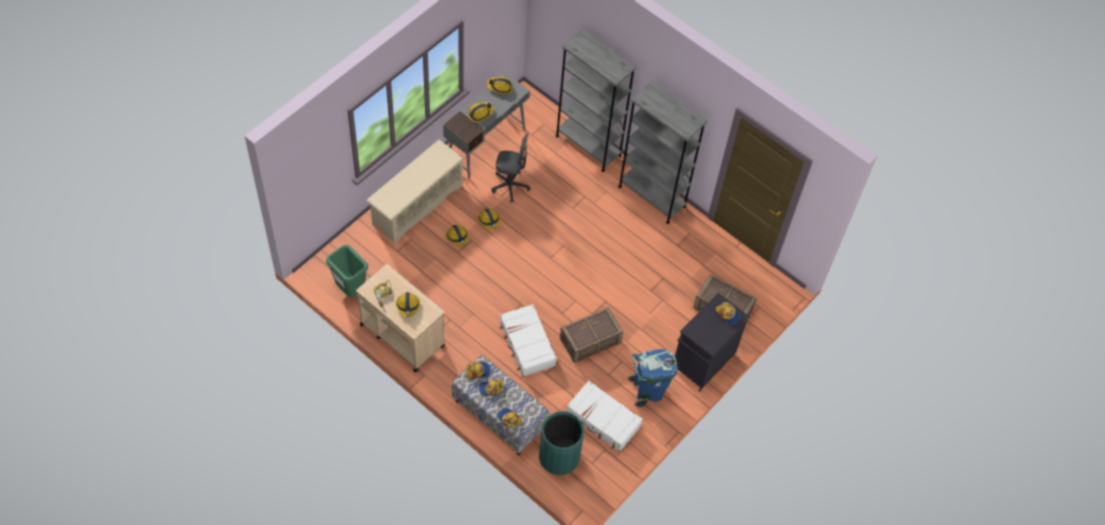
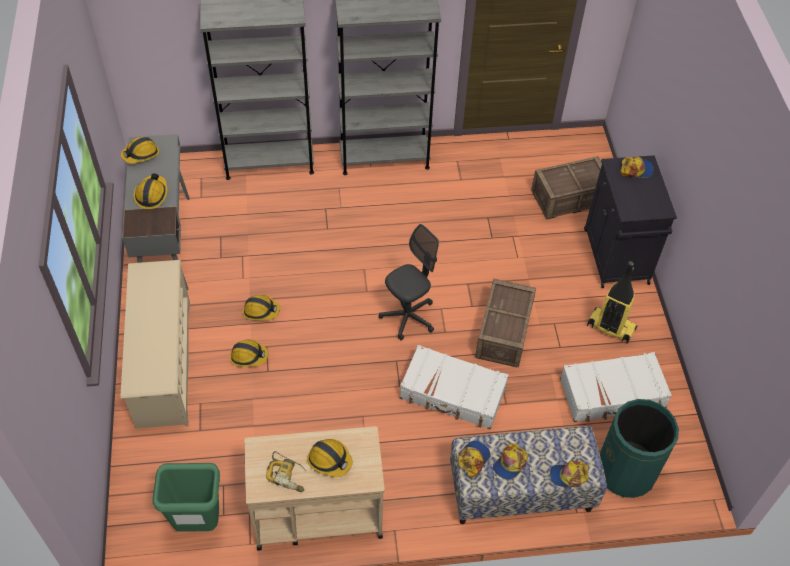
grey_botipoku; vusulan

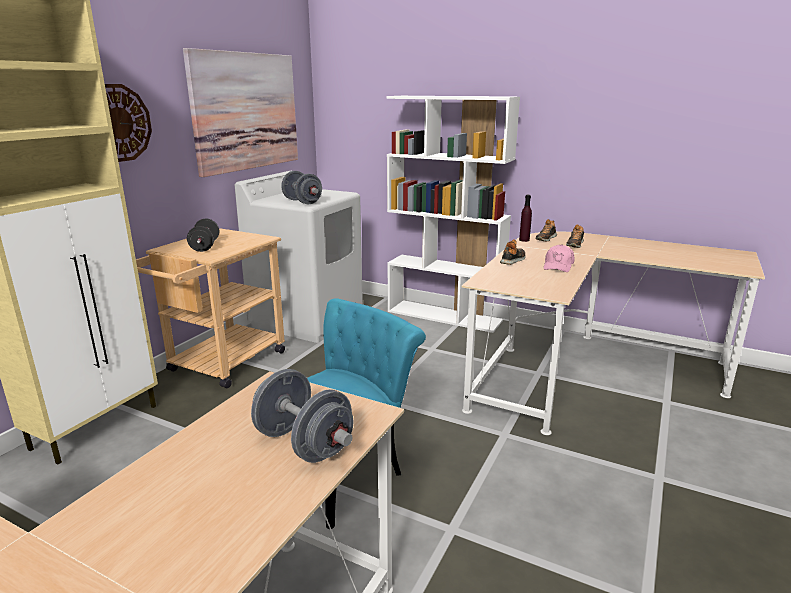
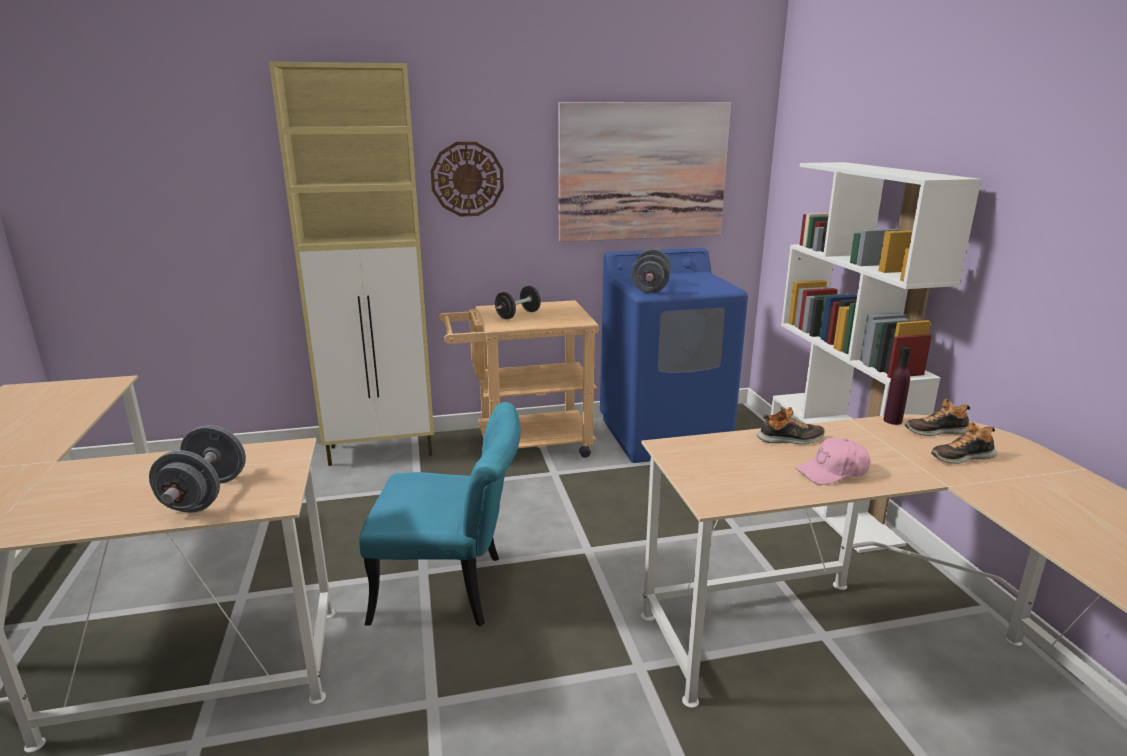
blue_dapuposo

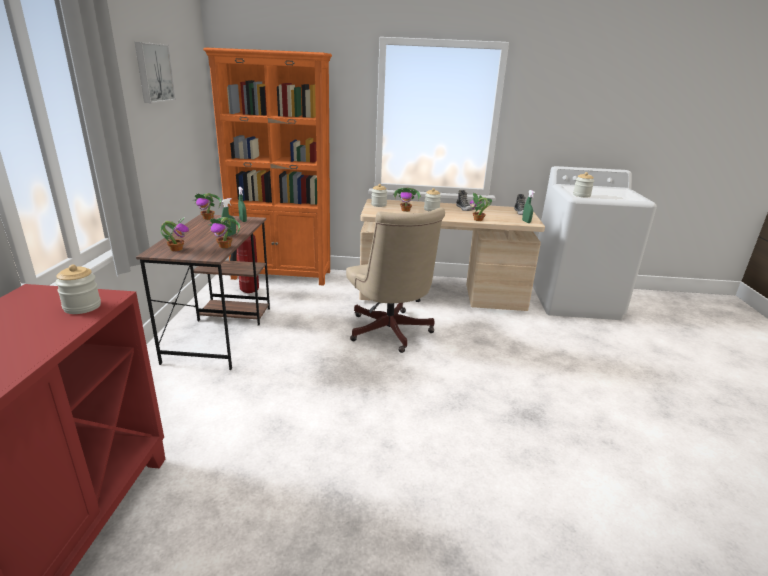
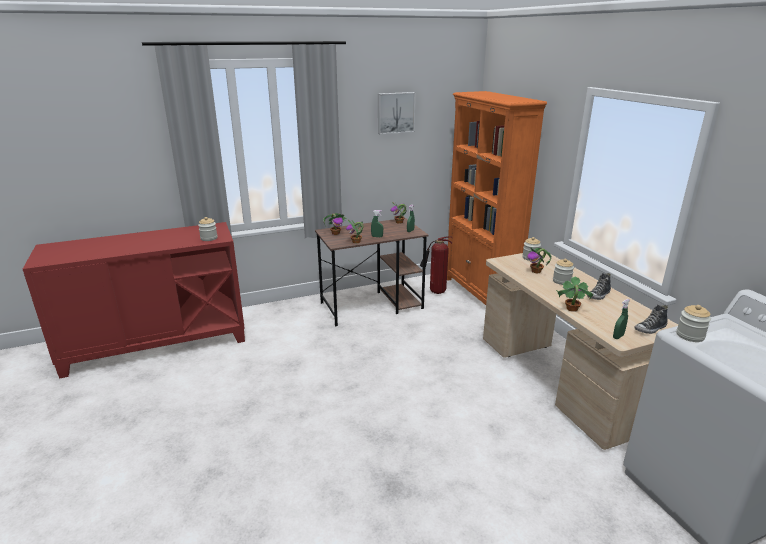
beige_botipoku

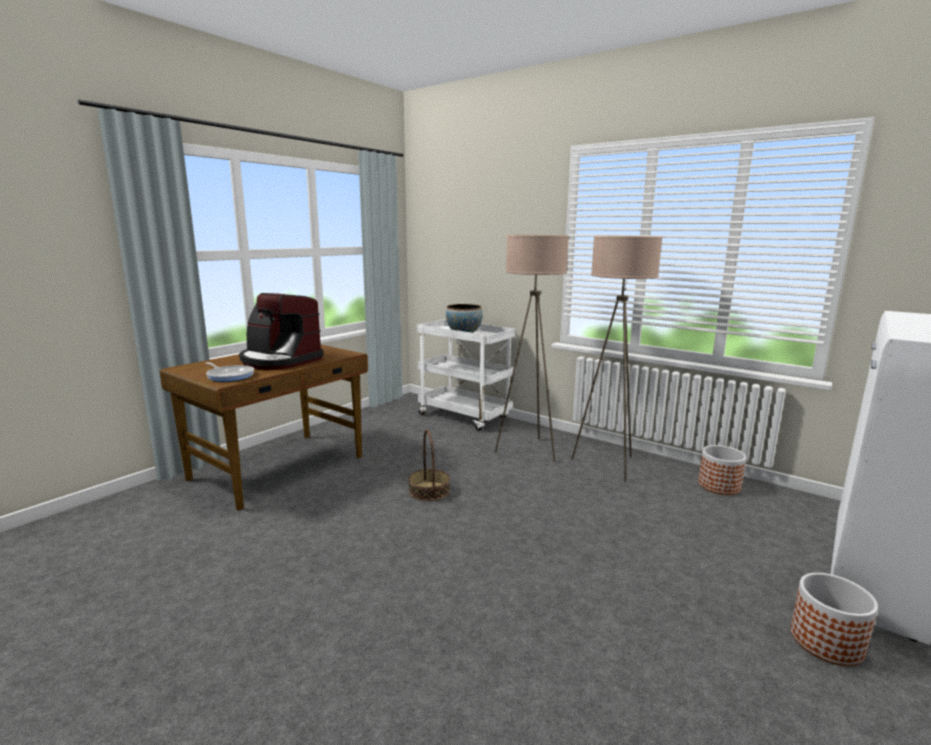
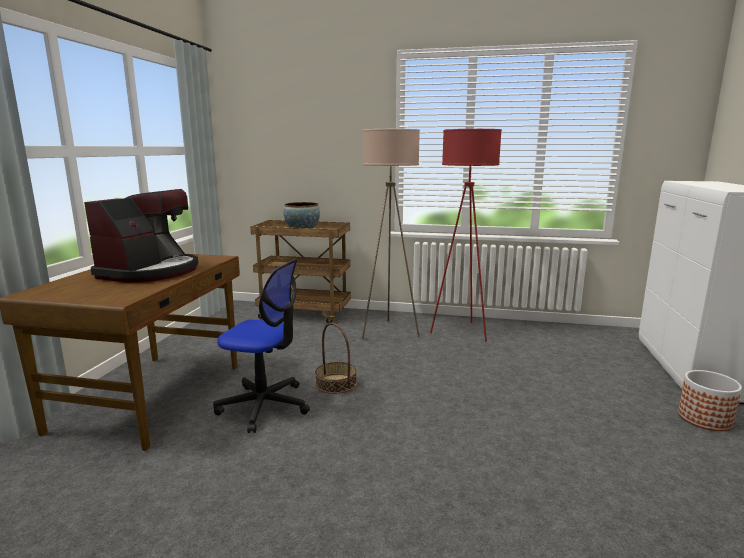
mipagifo; botipoku; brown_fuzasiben; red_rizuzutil; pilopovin; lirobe (1st from left in the first image)

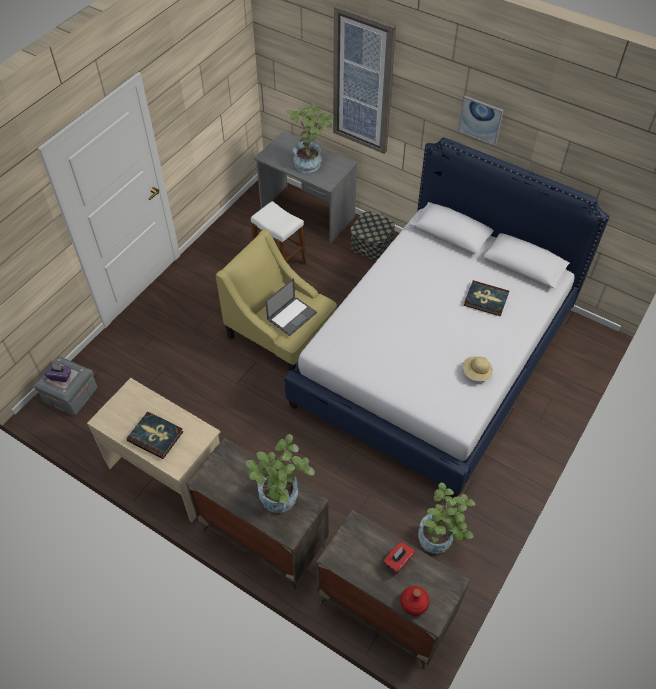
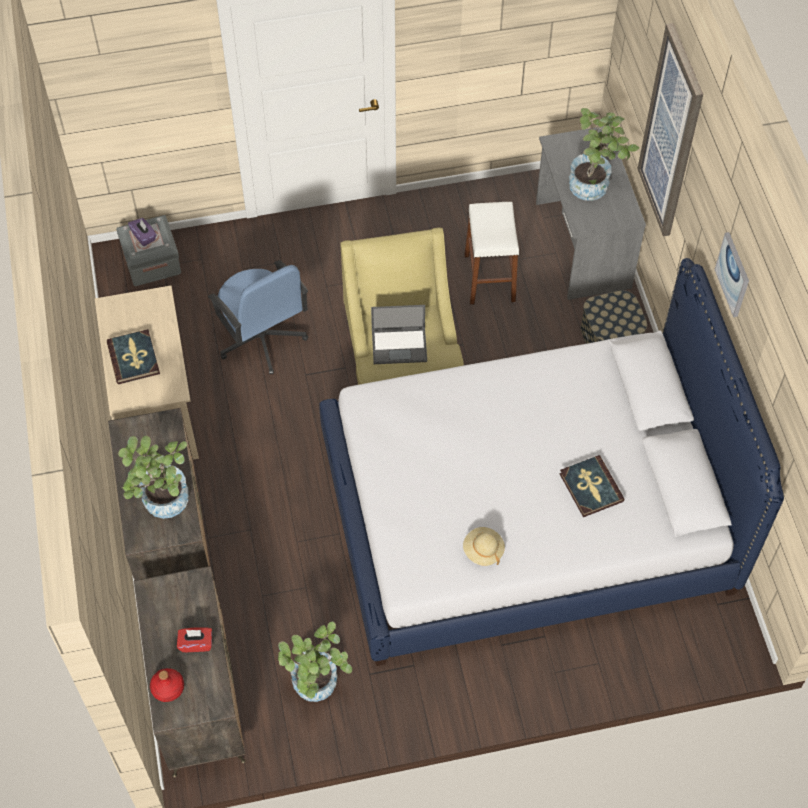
blue_botipoku

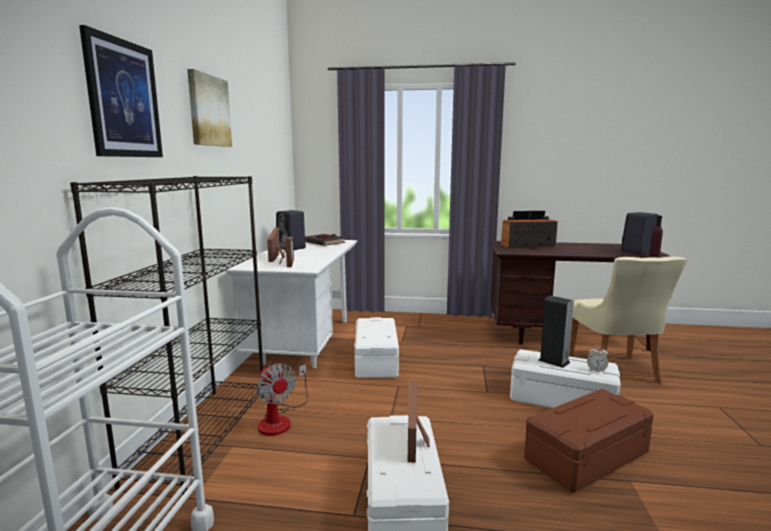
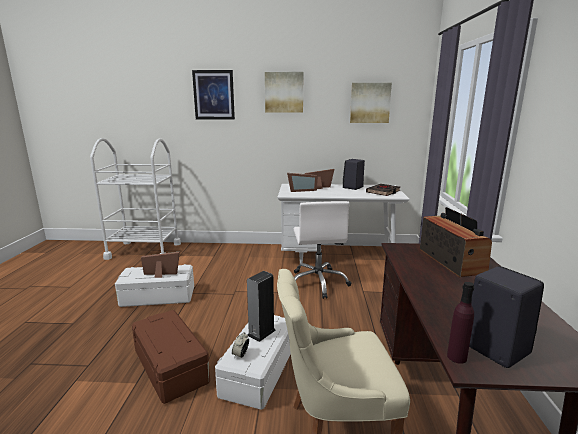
white_botipoku; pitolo (3rd from left); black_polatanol; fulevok

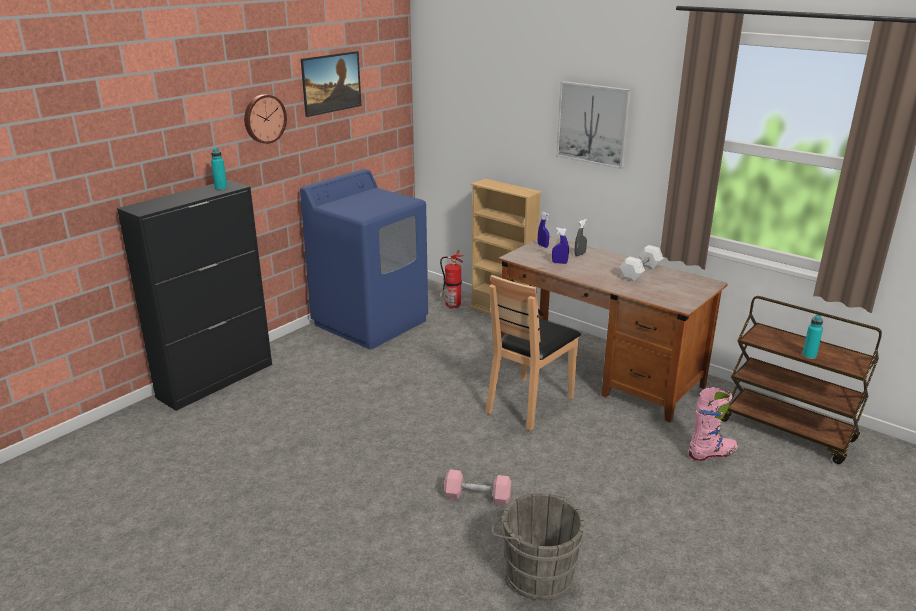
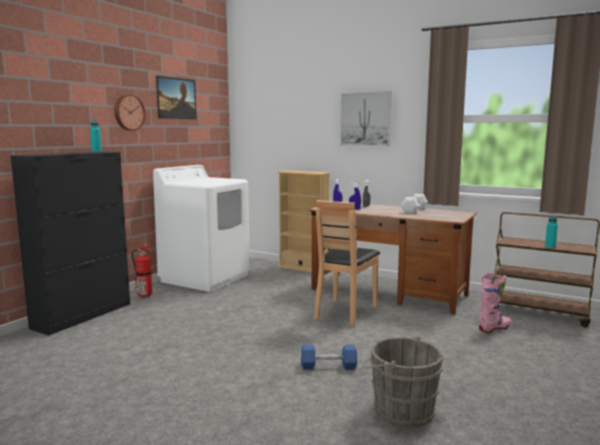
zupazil; white_dapuposo; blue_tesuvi

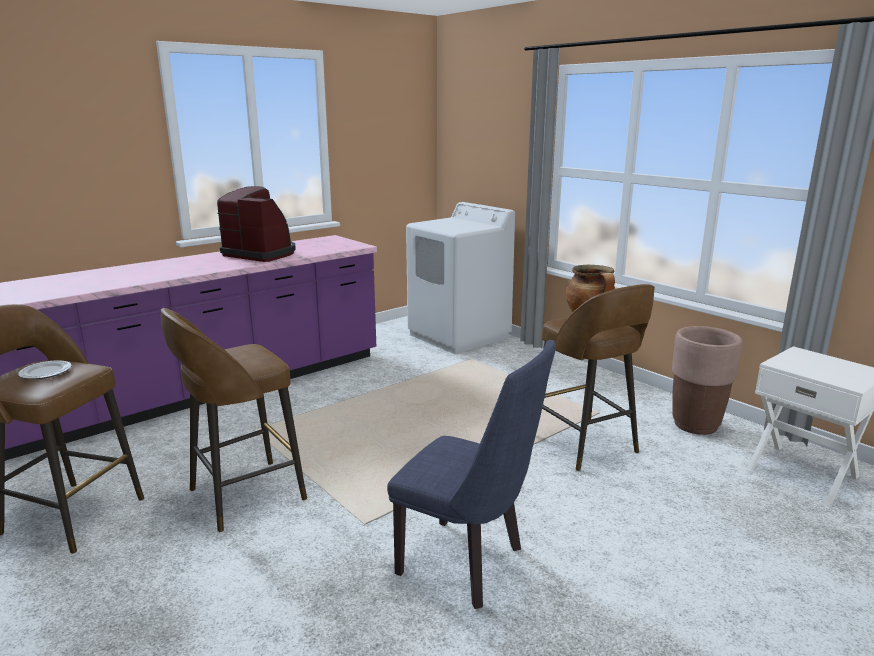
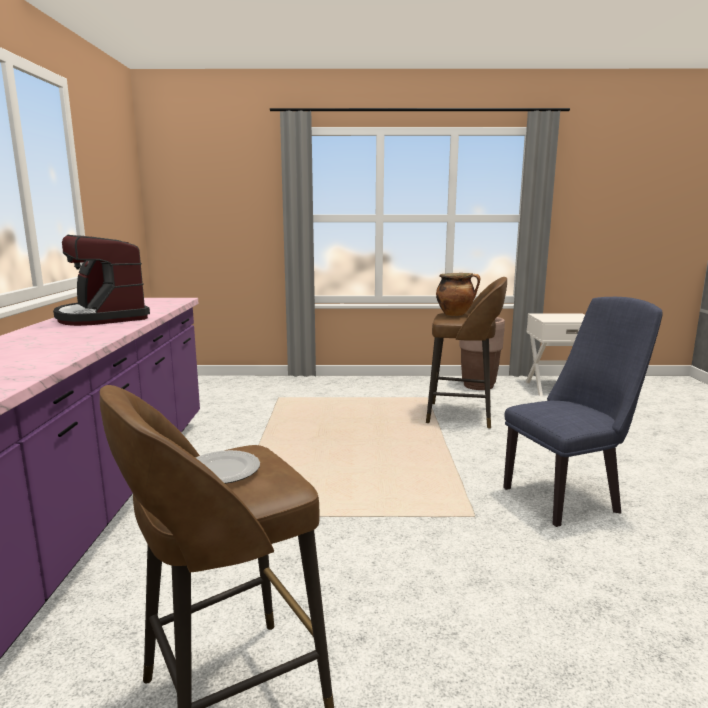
mipagifo; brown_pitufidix (2nd from left in the first image); white_dapuposo

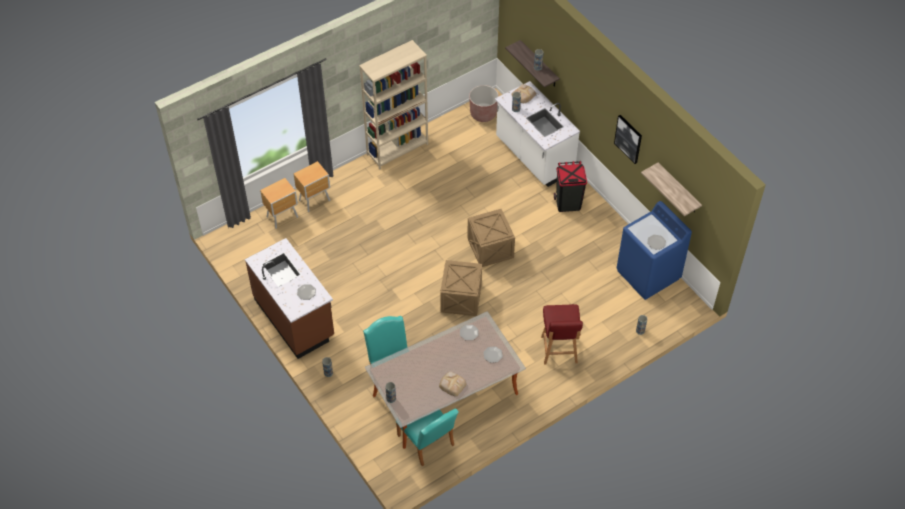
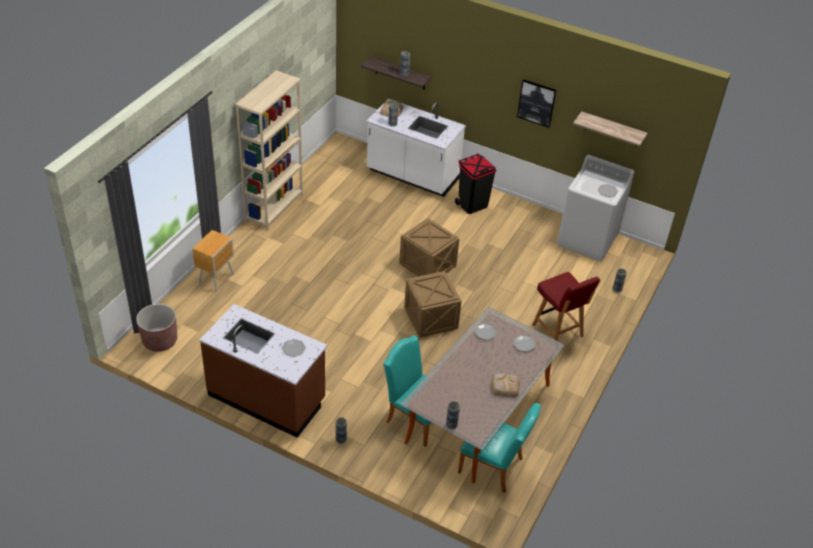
brown_lirobe; white_dapuposo; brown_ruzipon (1st from left in the first image)

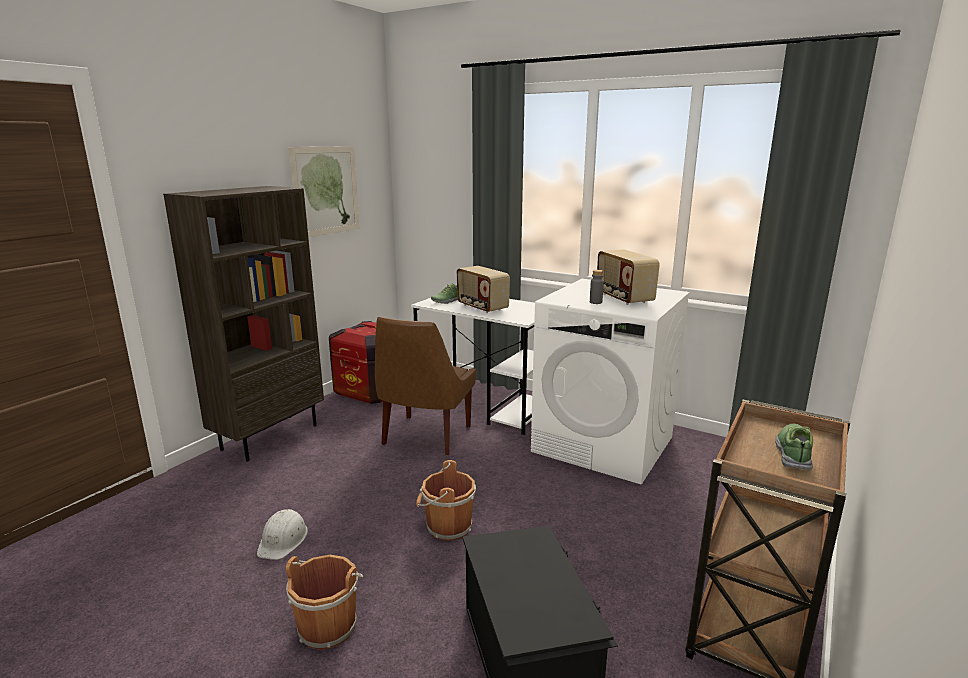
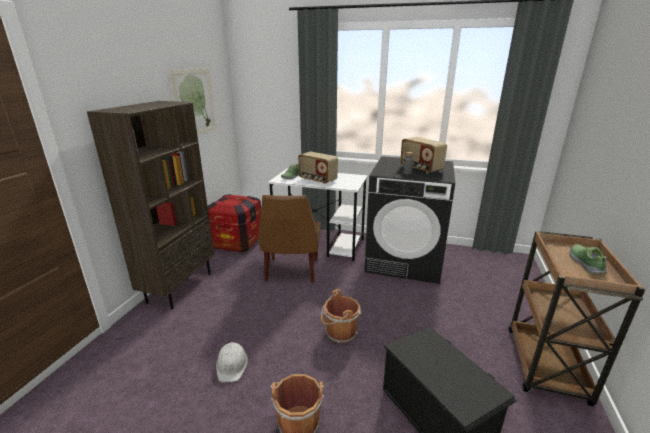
black_dapuposo

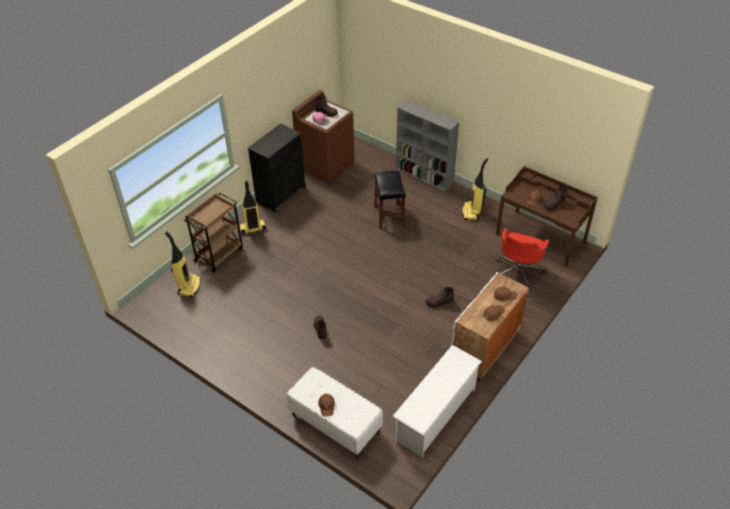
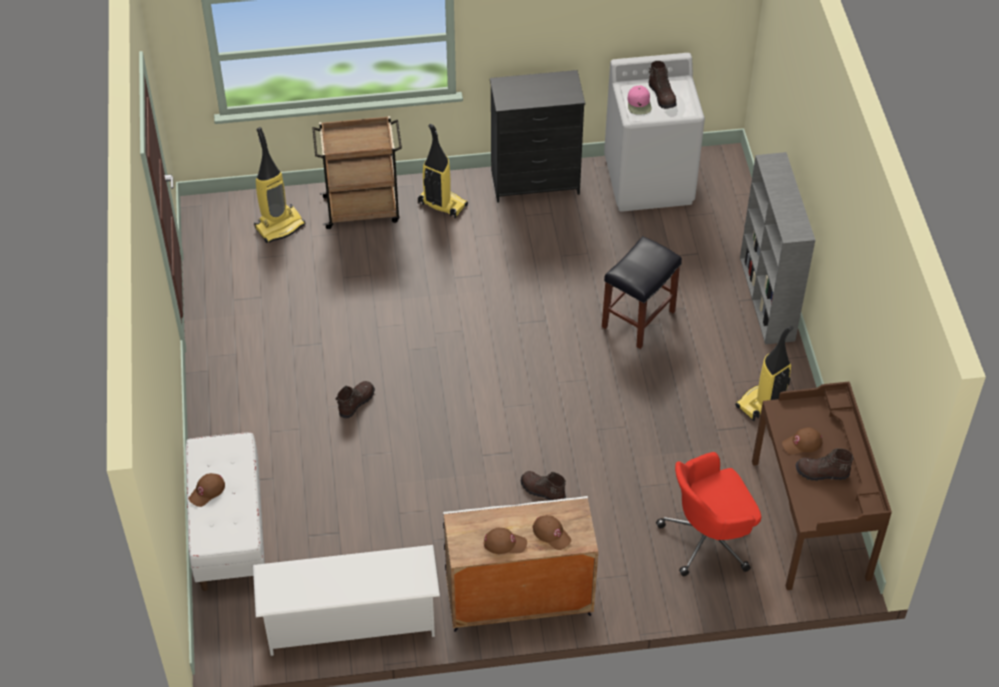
white_dapuposo

